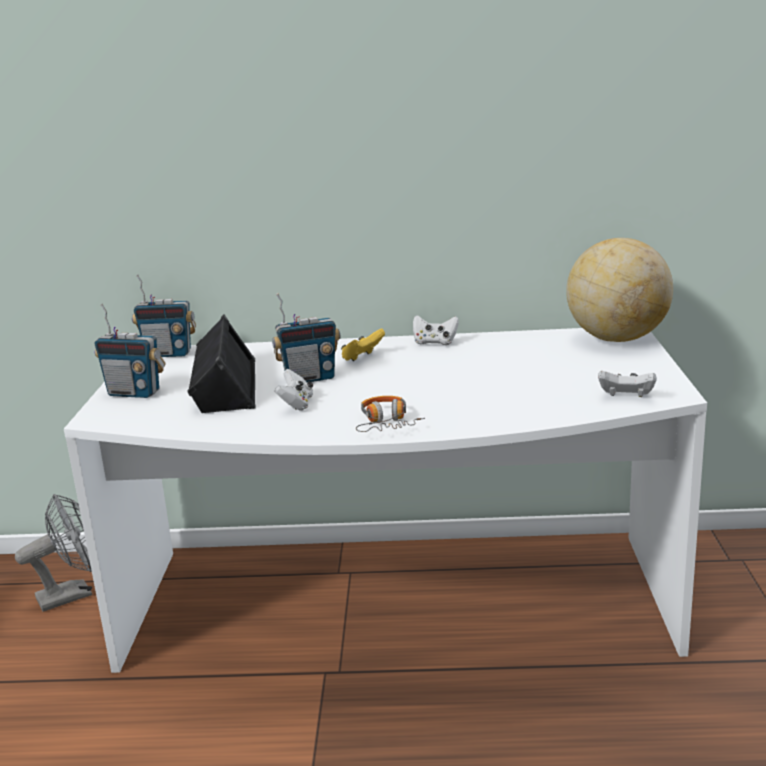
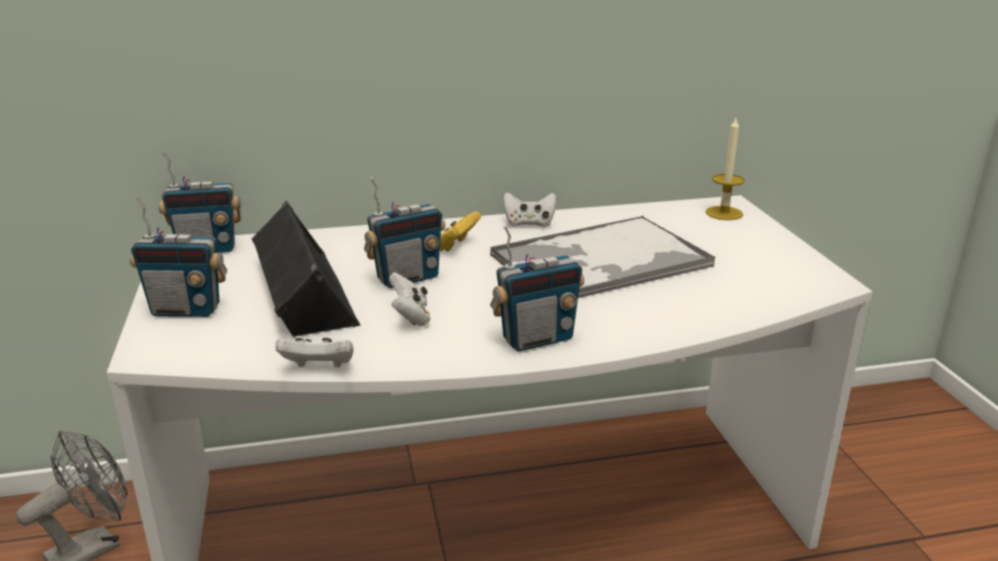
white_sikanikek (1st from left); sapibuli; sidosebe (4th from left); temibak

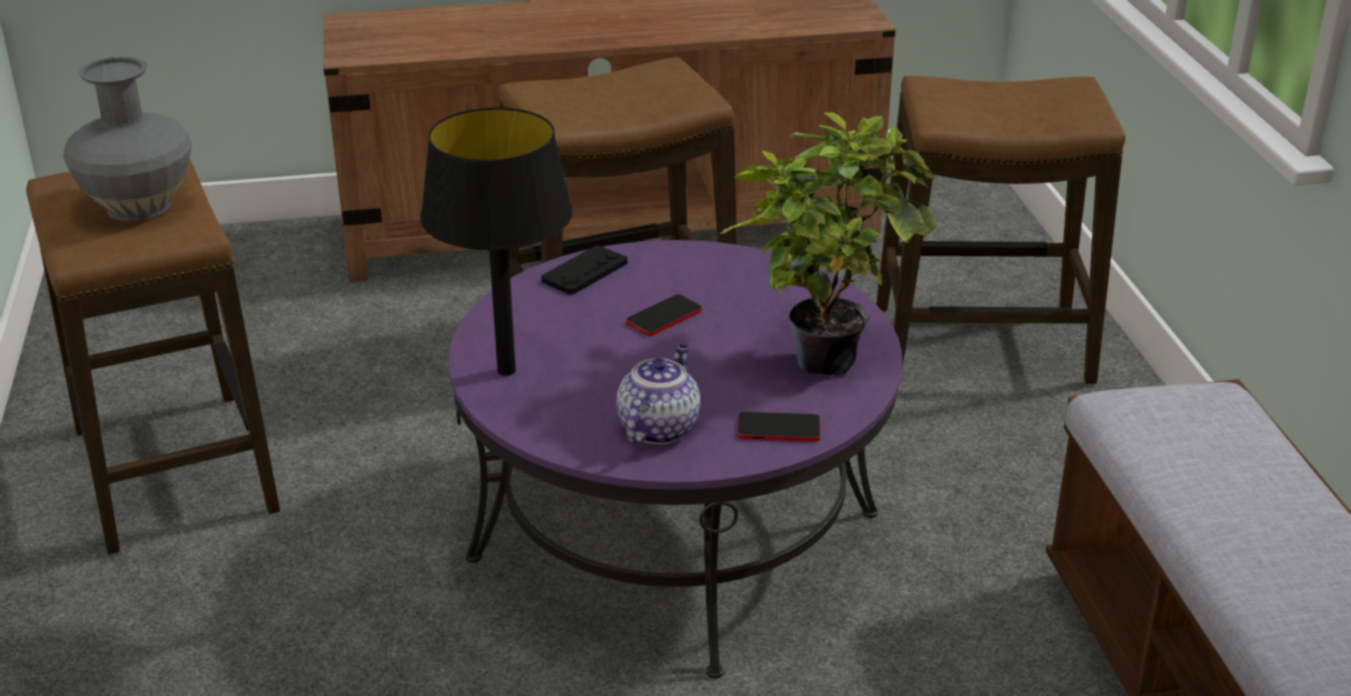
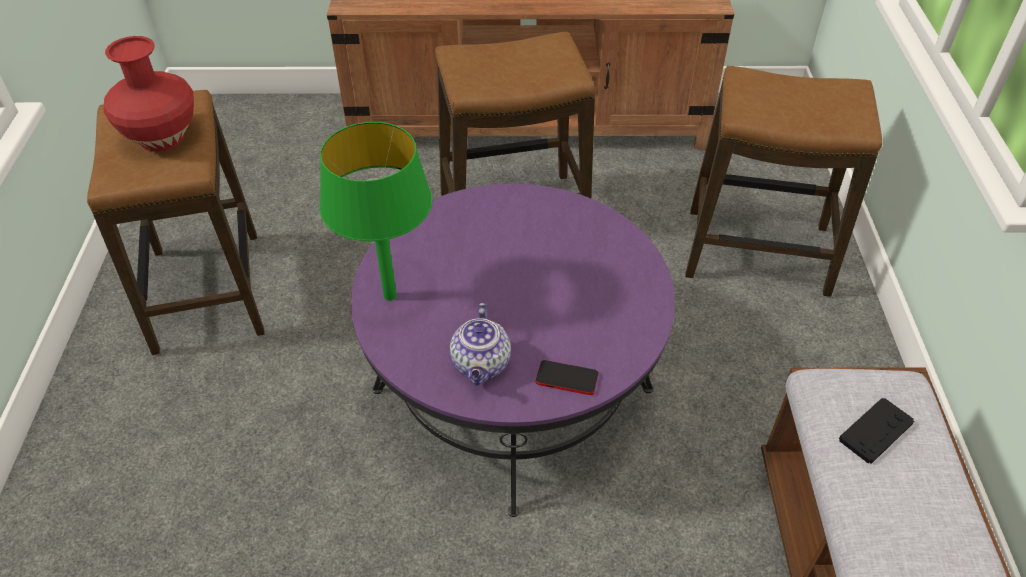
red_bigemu; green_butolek; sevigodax; black_sikanikek; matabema (1st from left in the first image); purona

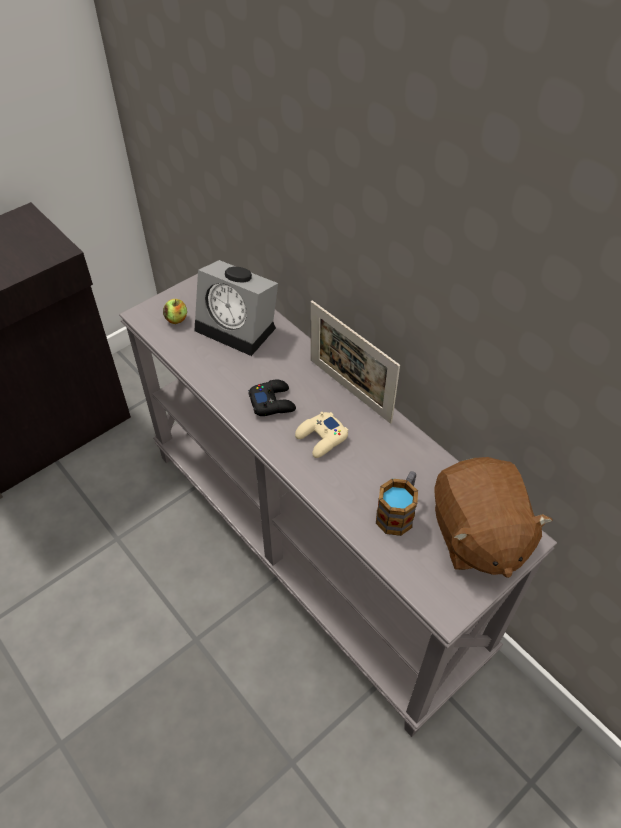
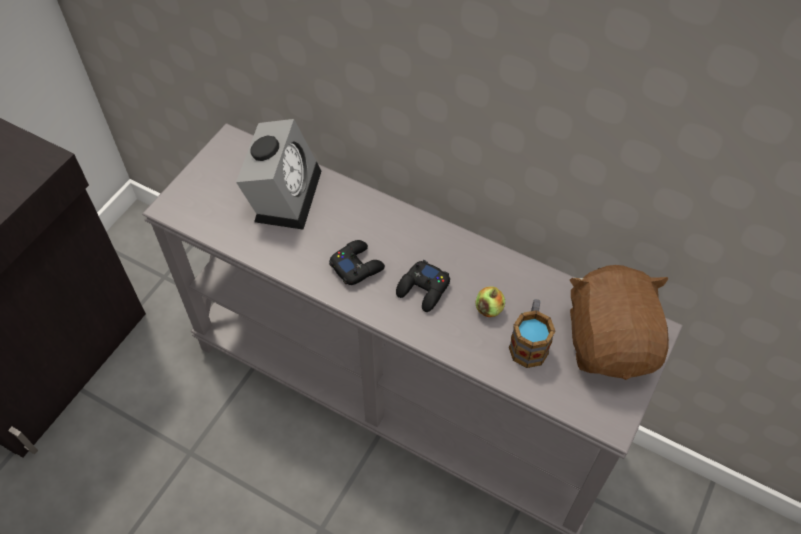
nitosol; black_sikanikek (2nd from left); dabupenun; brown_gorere; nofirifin

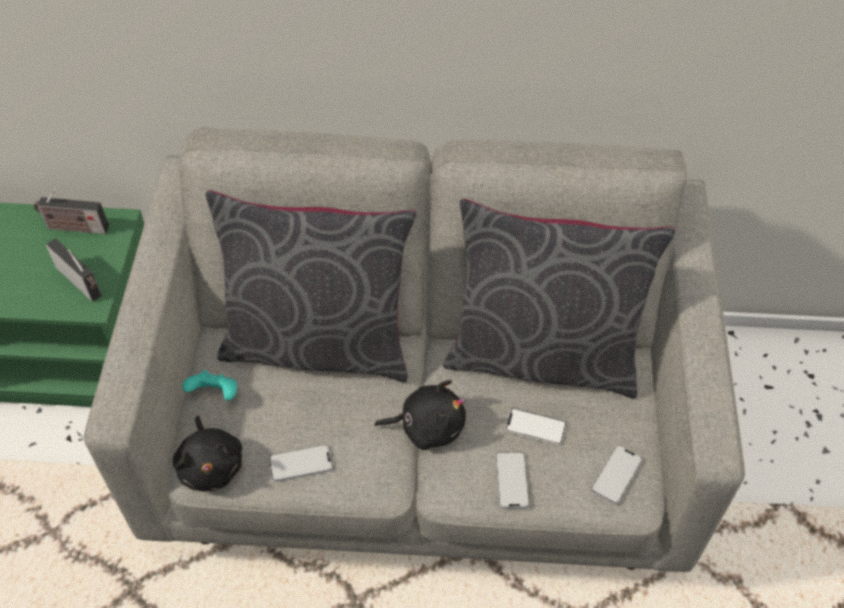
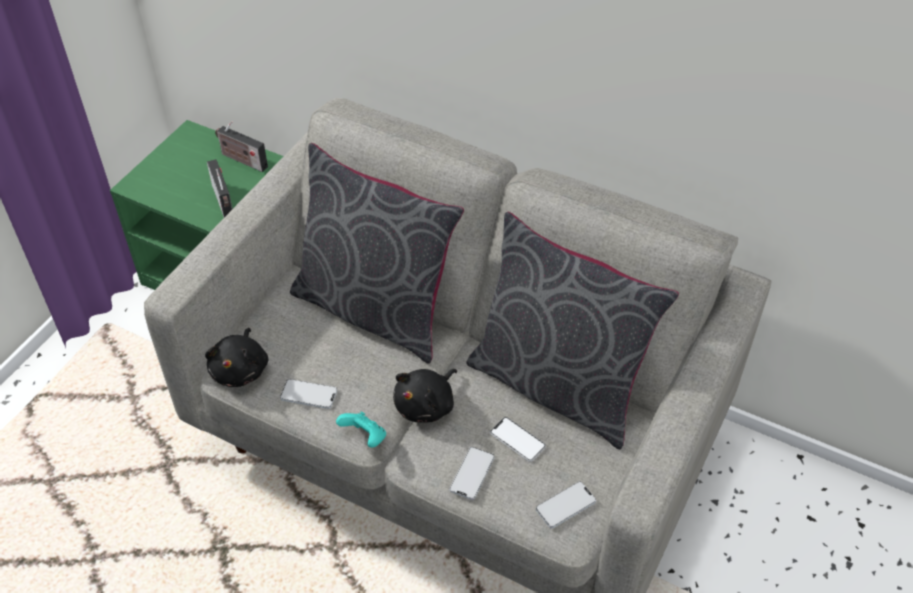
turquoise_sikanikek; black_gorere (2nd from left)

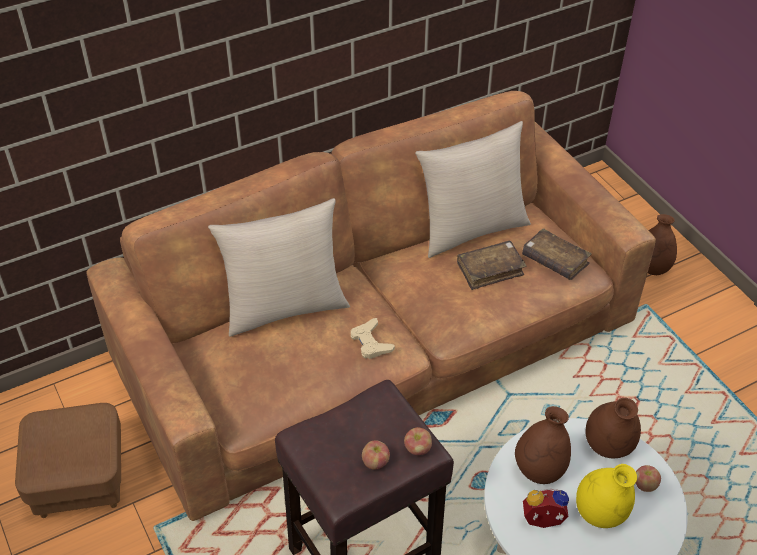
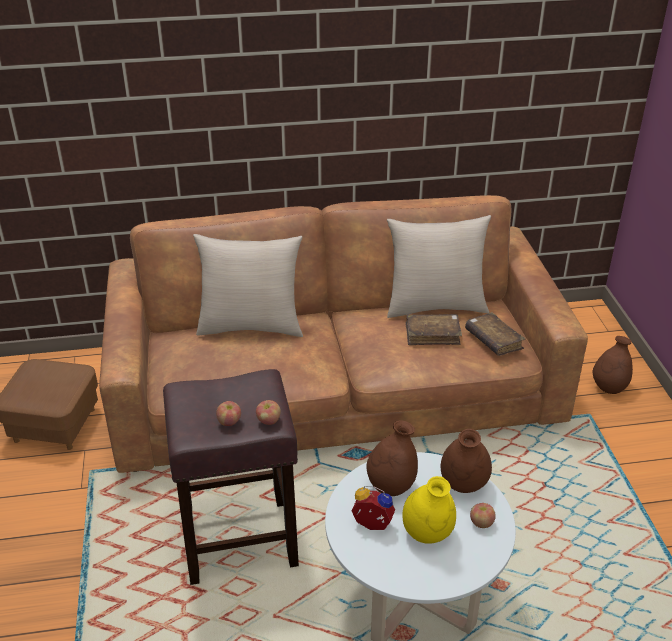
beige_sikanikek

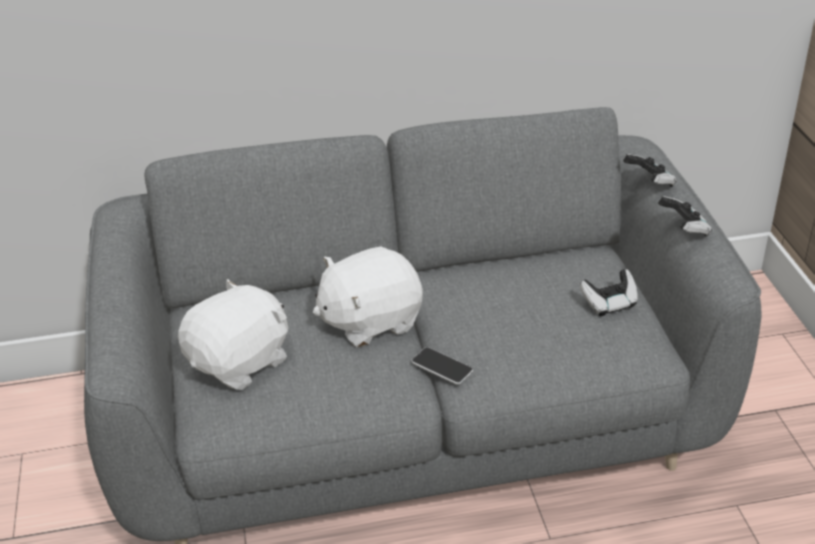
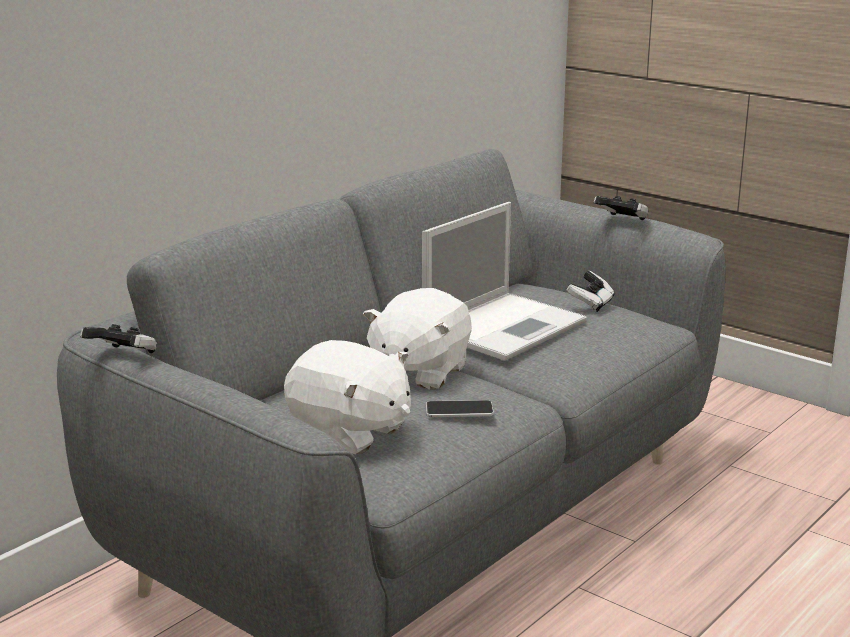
sikanikek (1st from left); white_gorere (1st from left); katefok; matabema

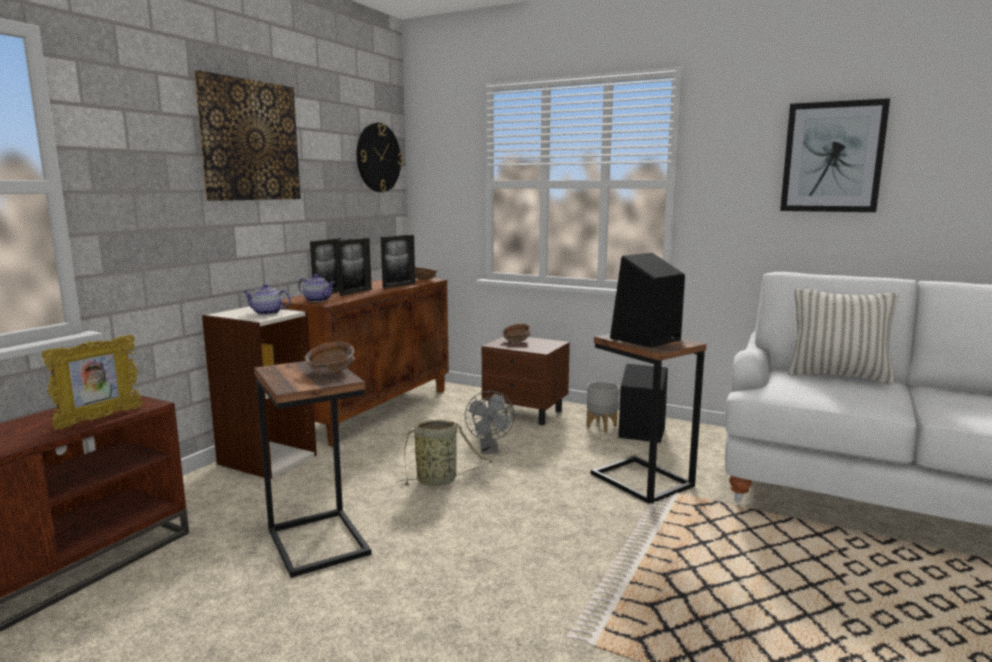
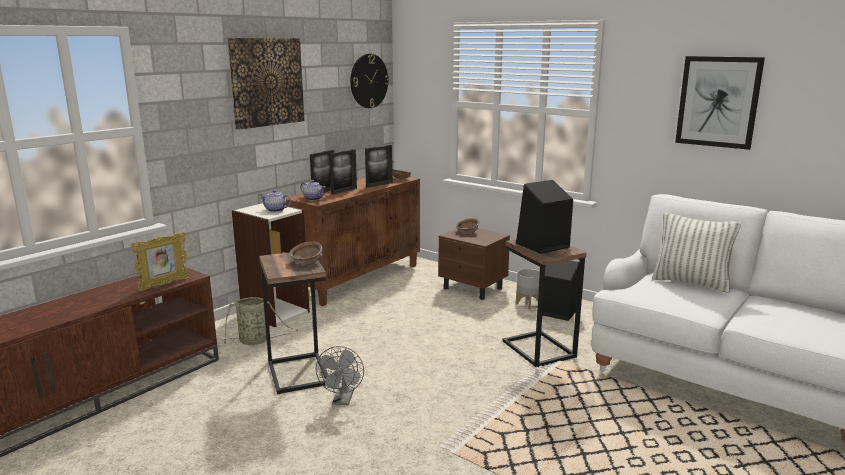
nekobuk; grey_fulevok

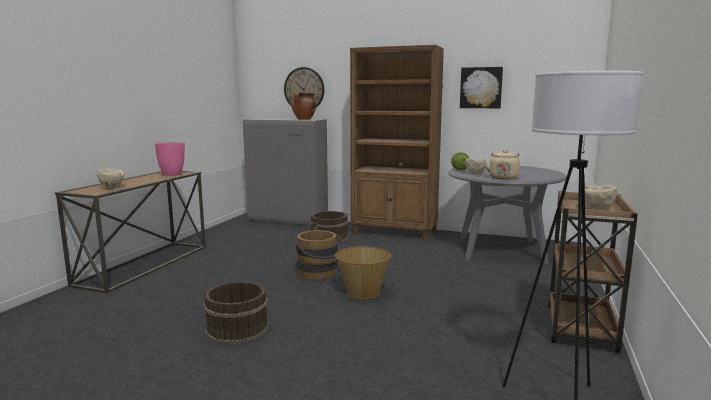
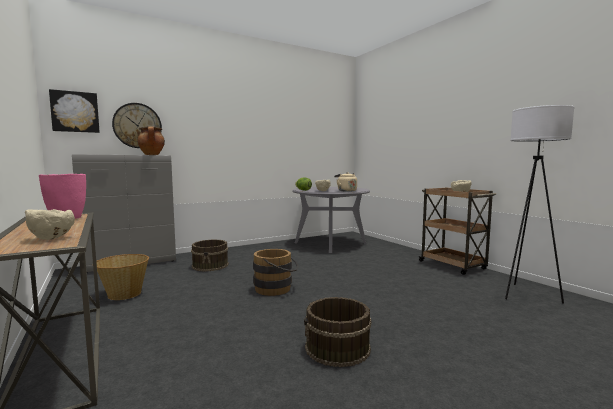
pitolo; nekobuk; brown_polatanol

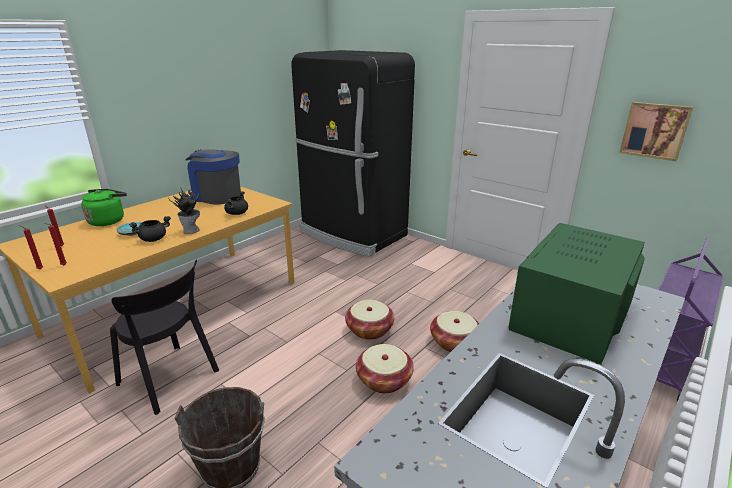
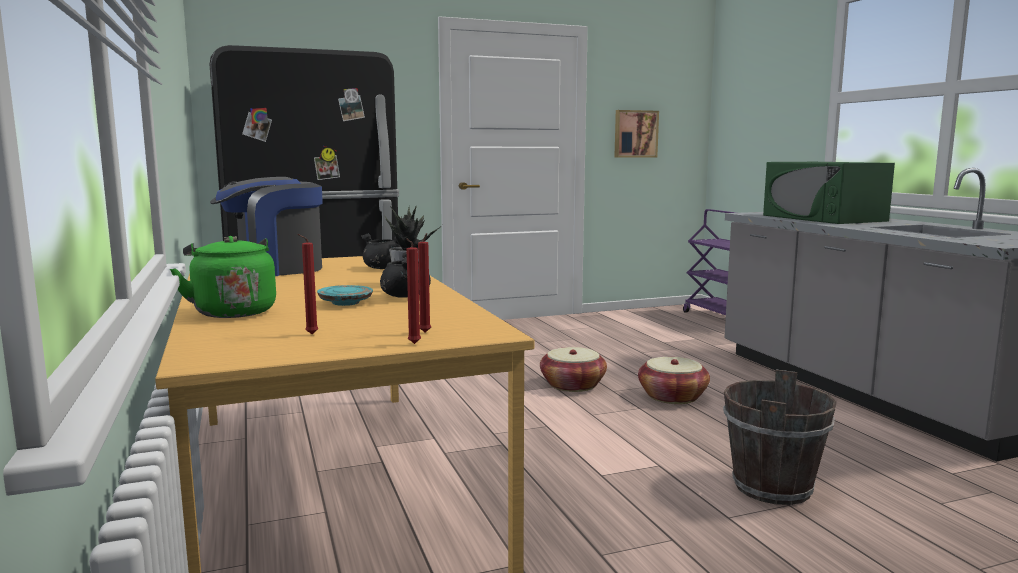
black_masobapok; nekobuk (3rd from left in the first image)

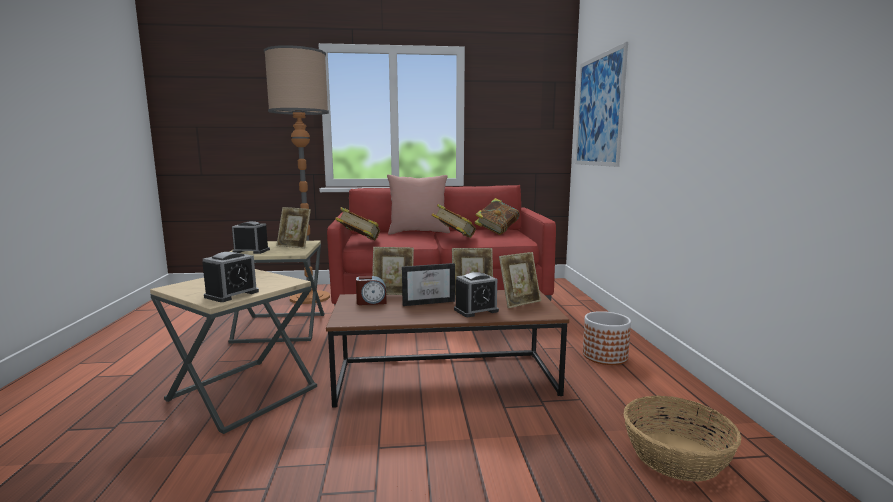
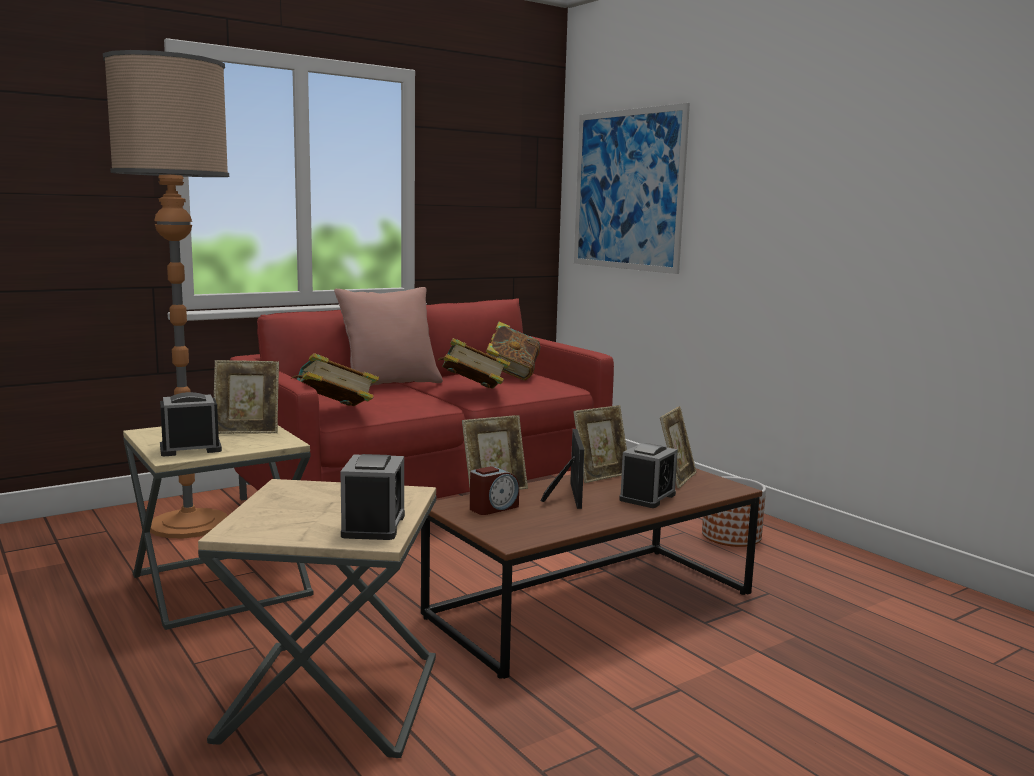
nofirifin (3rd from left); nekobuk

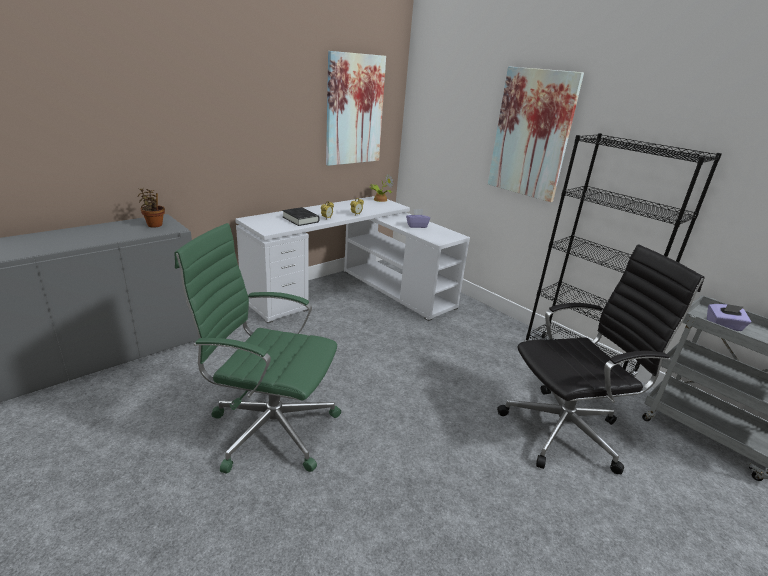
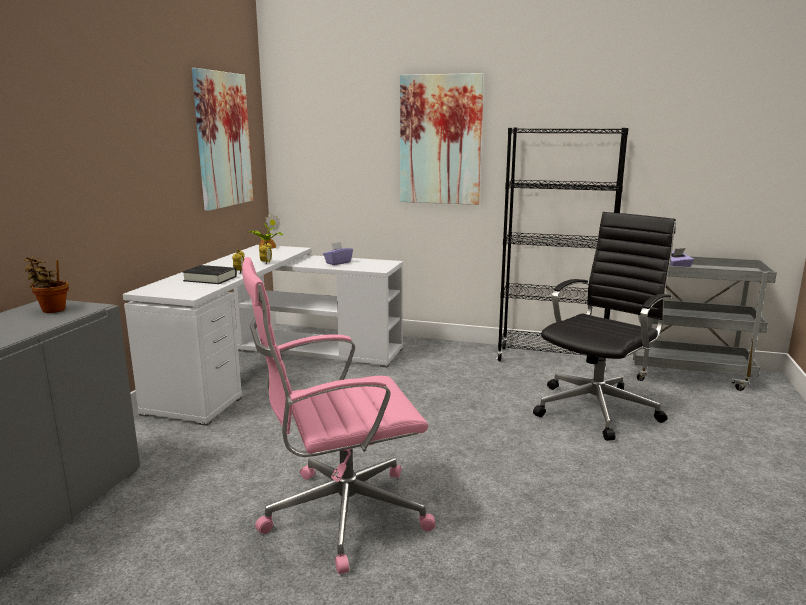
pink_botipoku

